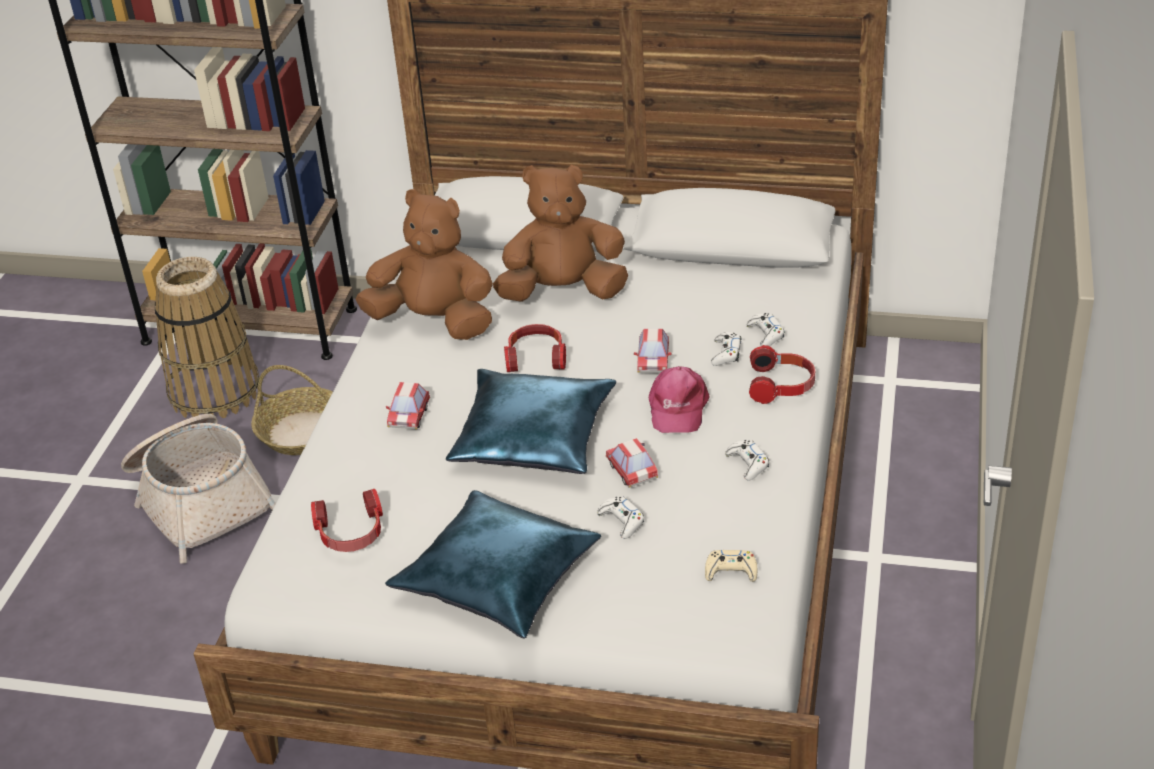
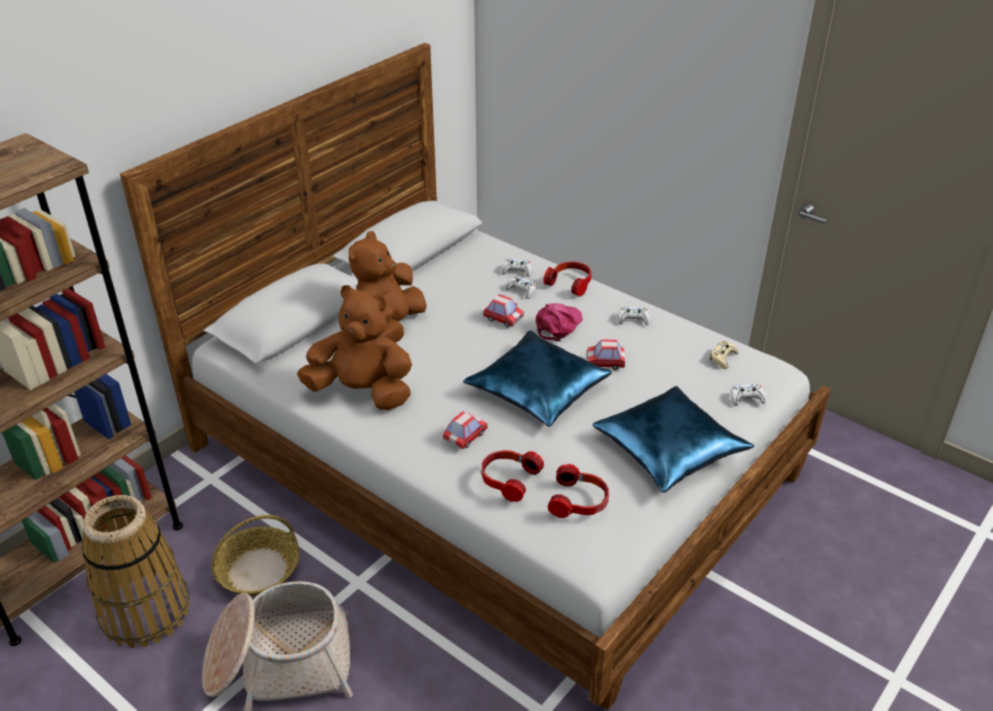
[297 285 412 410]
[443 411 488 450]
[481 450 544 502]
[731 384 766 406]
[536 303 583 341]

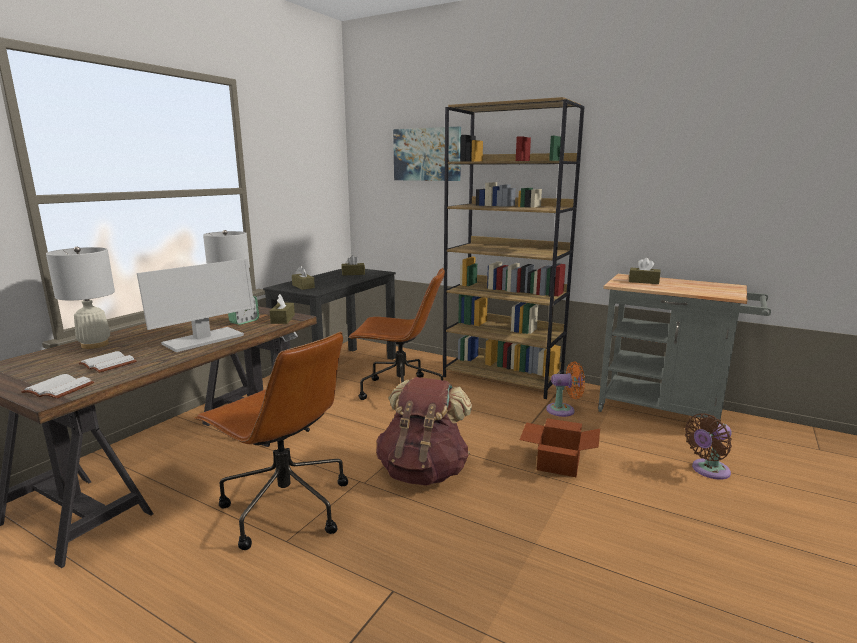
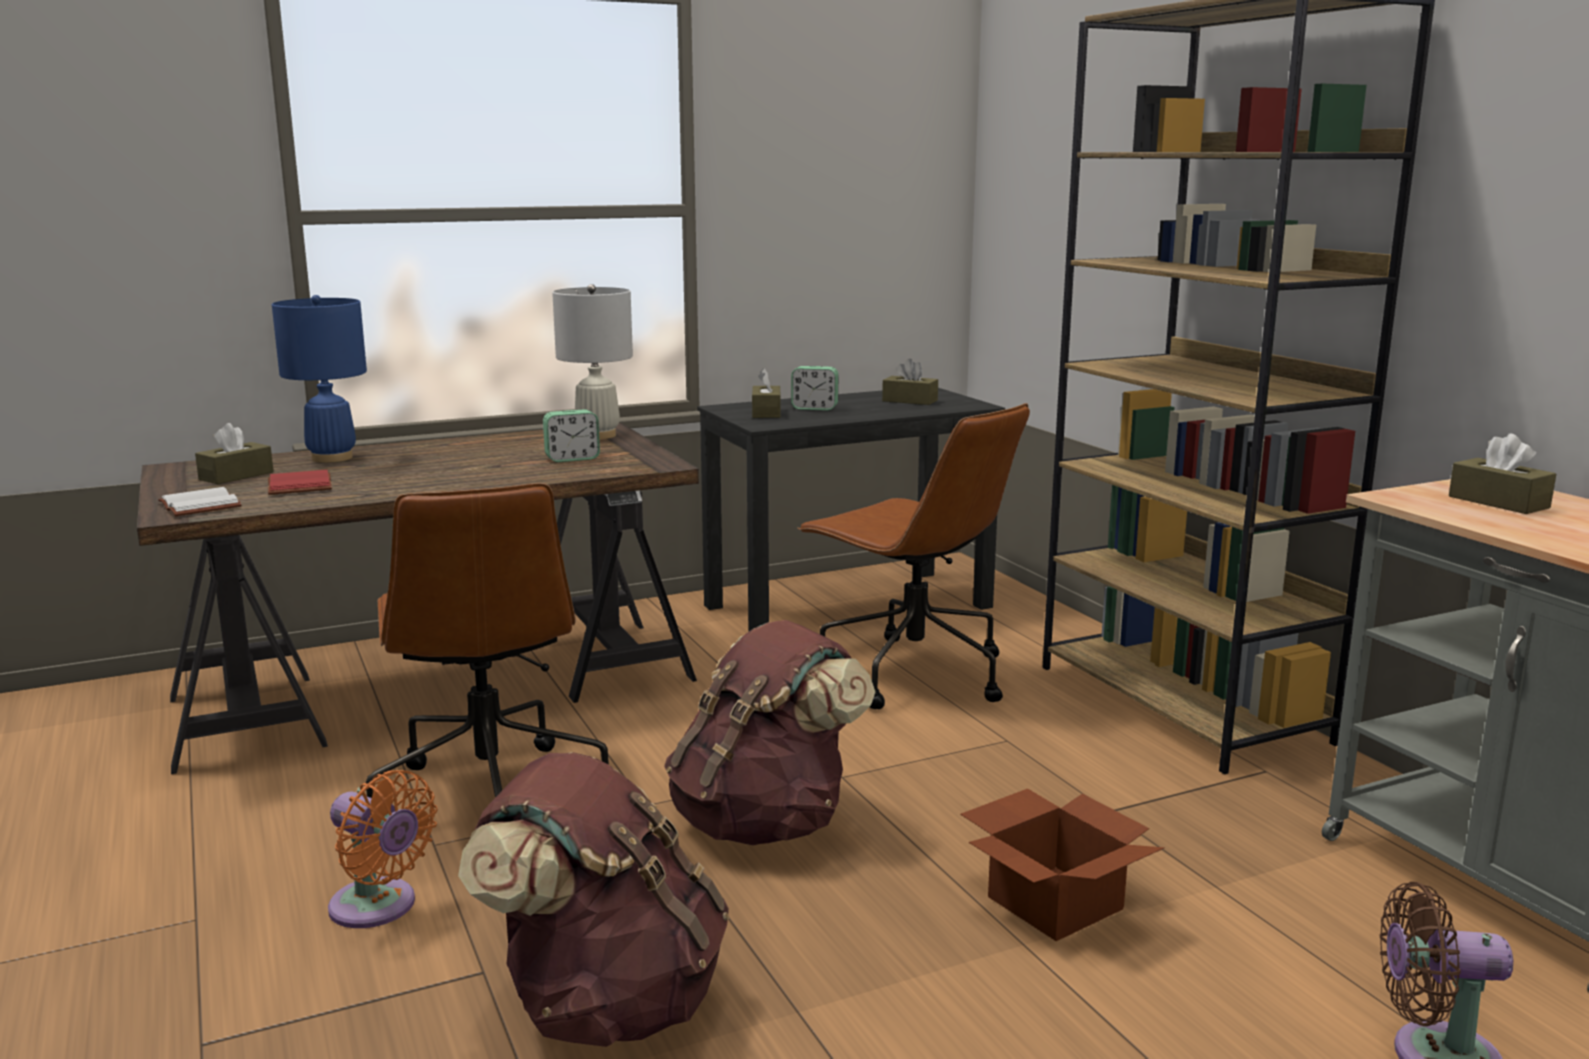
[272 295 367 463]
[268 470 332 495]
[137 259 255 352] (first image)
[195 423 274 484]
[393 127 461 181] (first image)
[328 770 438 928]
[458 752 729 1047]
[791 366 839 411]

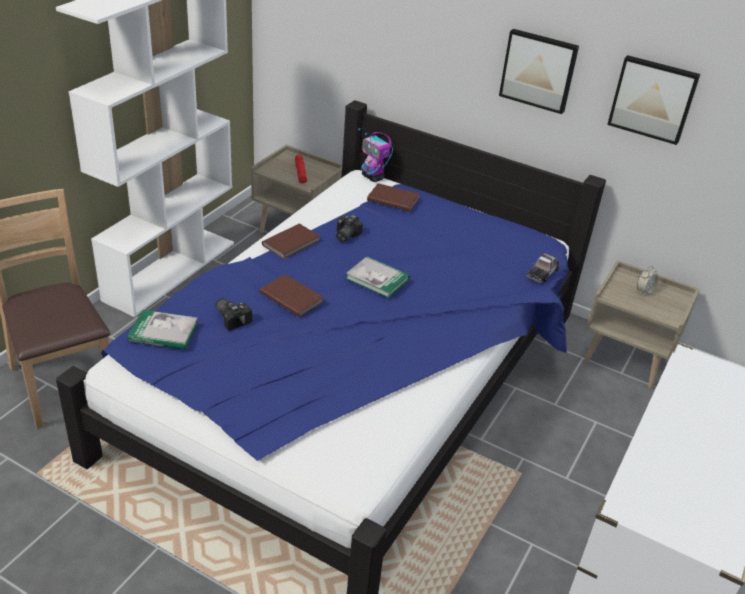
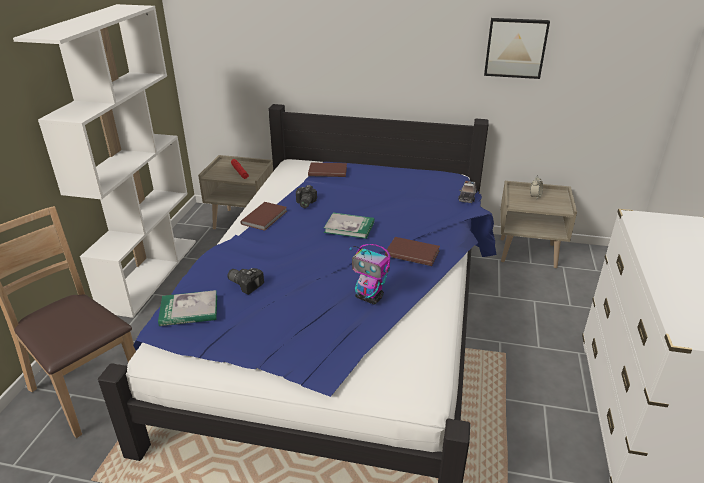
[385 237 440 266]
[349 244 391 304]
[499 29 579 114] (first image)

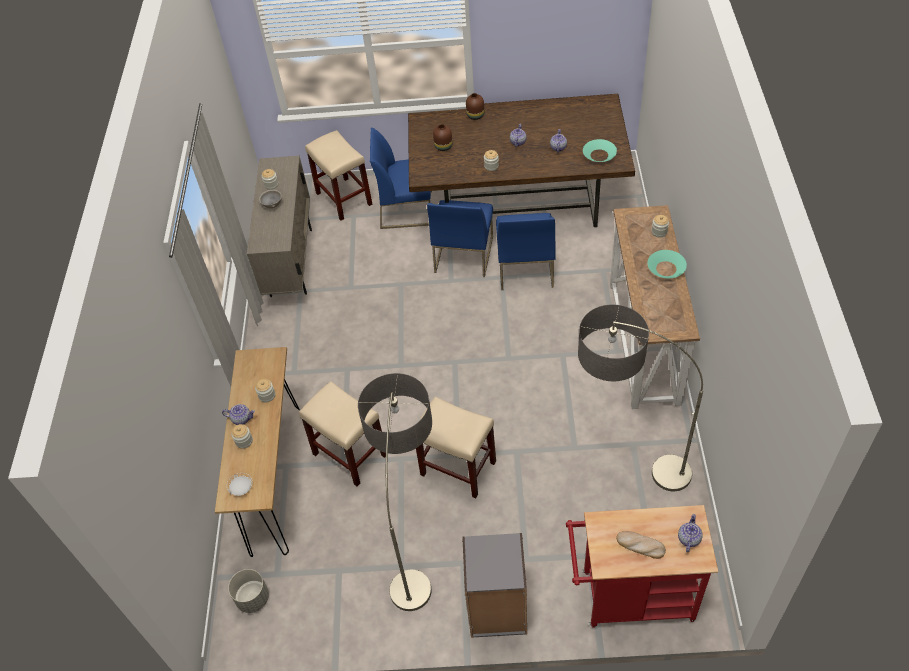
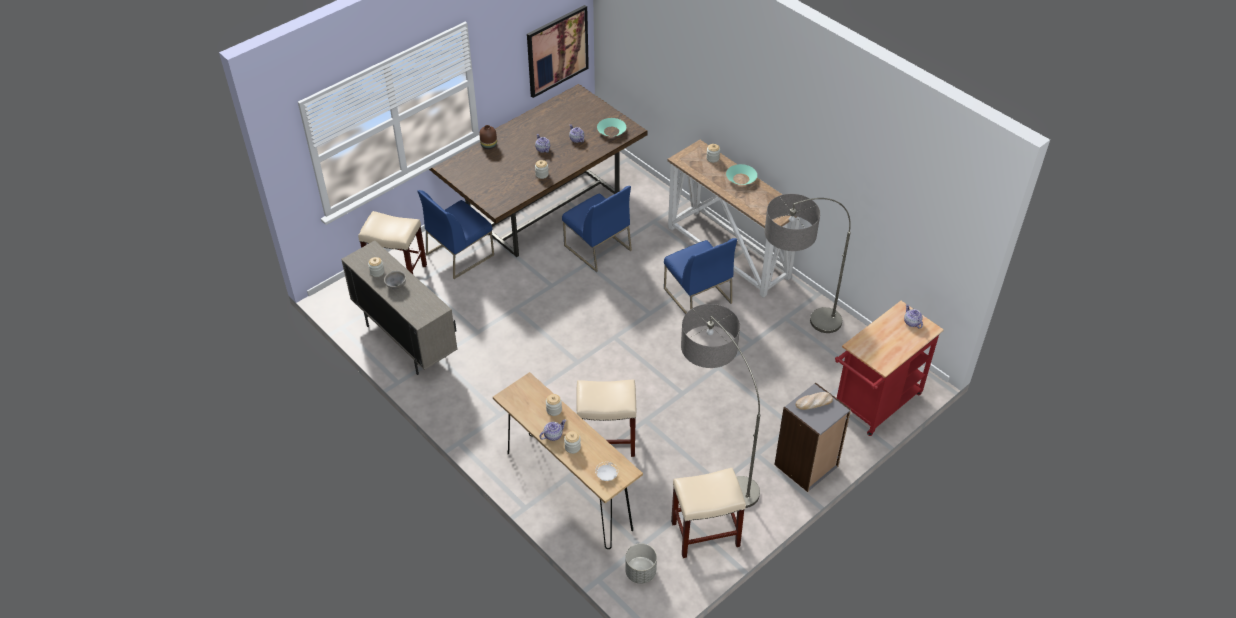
[671 468 746 559]
[664 238 737 314]
[433 124 452 151] (first image)
[795 392 833 410]
[527 5 589 98]

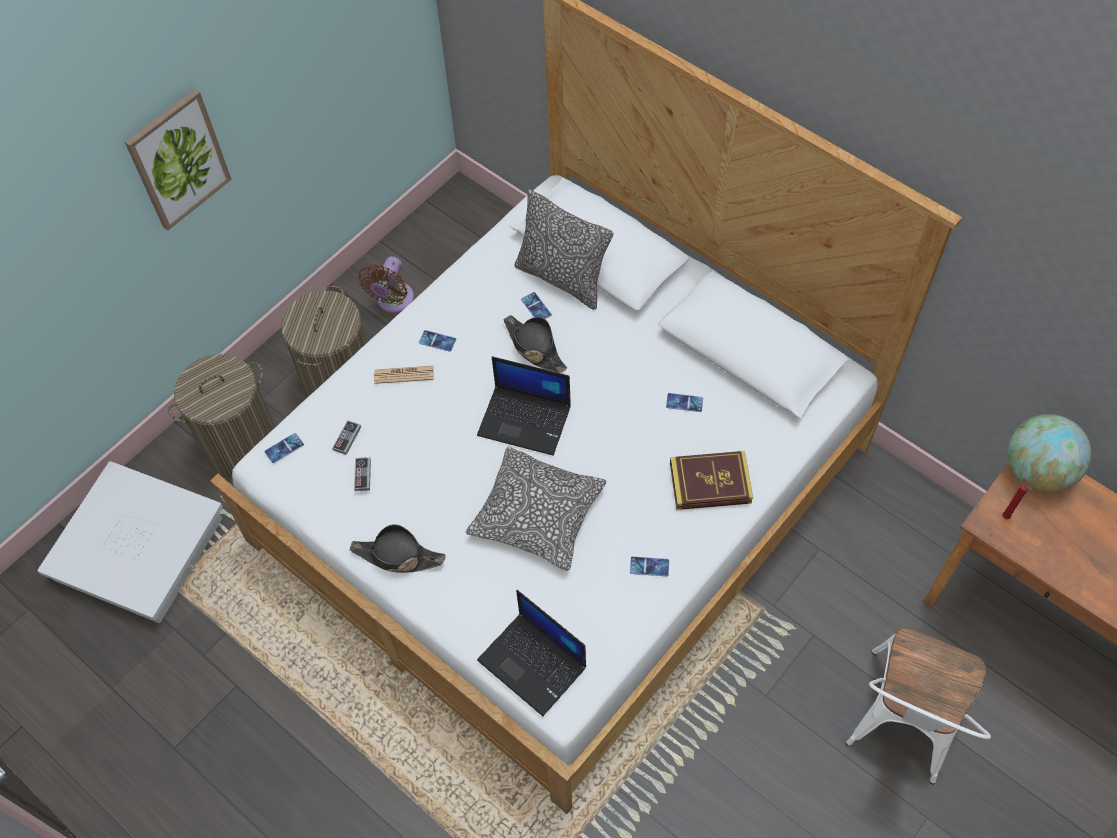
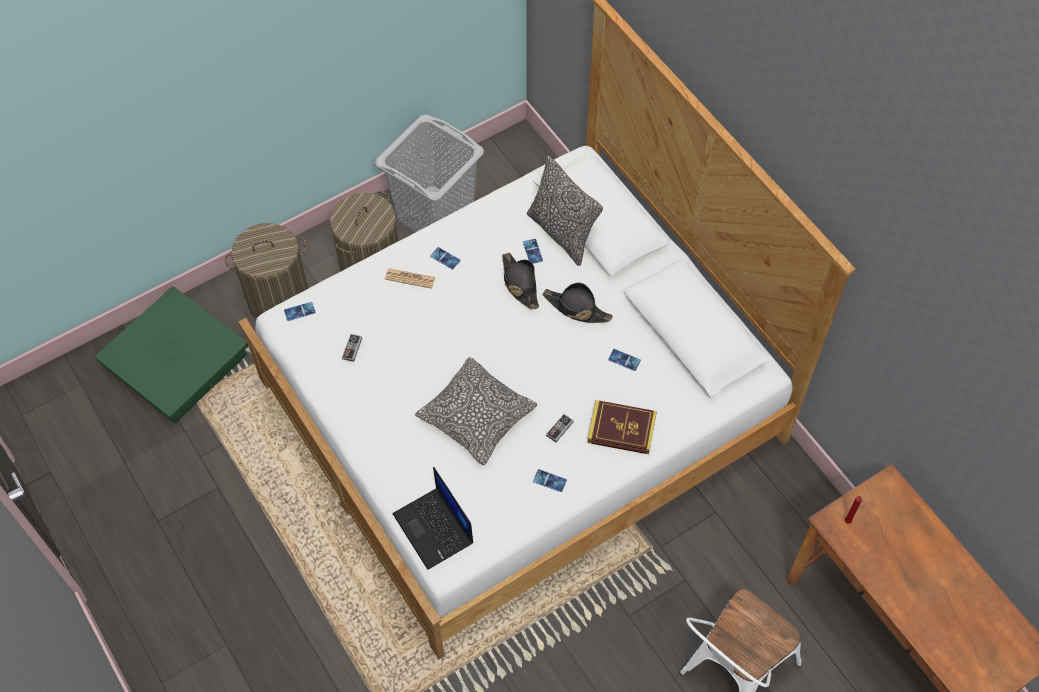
[95 286 248 423]
[125 89 232 230] (first image)
[546 414 574 443]
[543 283 613 323]
[375 115 484 232]
[477 356 571 456] (first image)
[1008 414 1091 493] (first image)

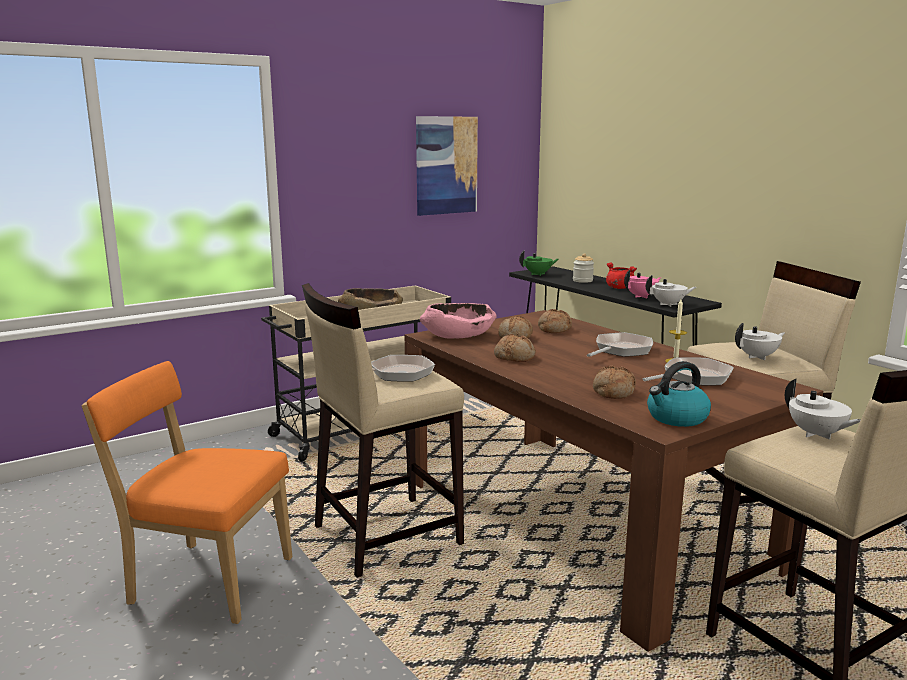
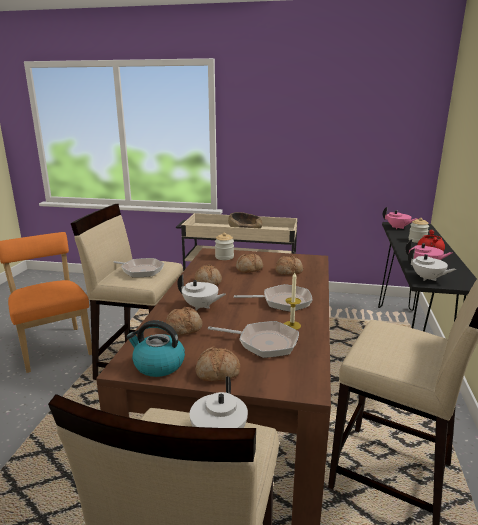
[416 116 478 216] (first image)
[215 233 234 260]
[383 206 418 229]
[177 274 226 311]
[196 346 240 382]

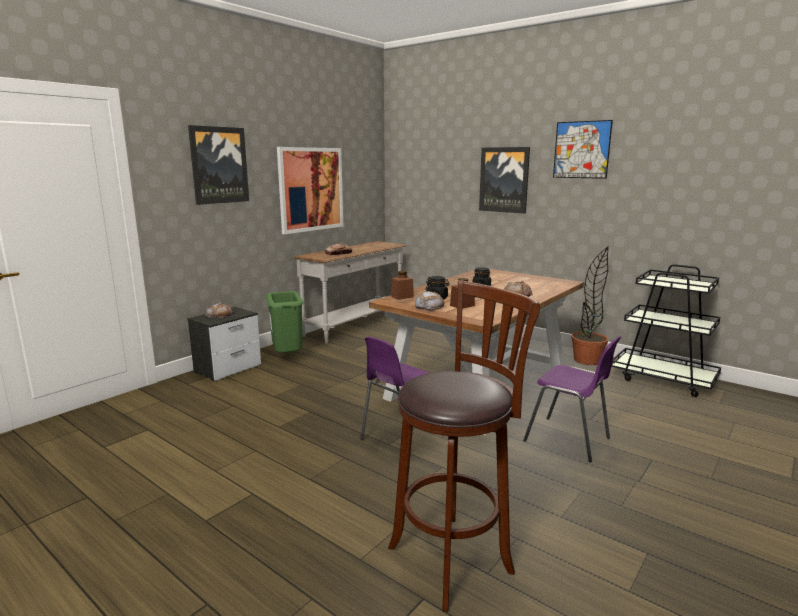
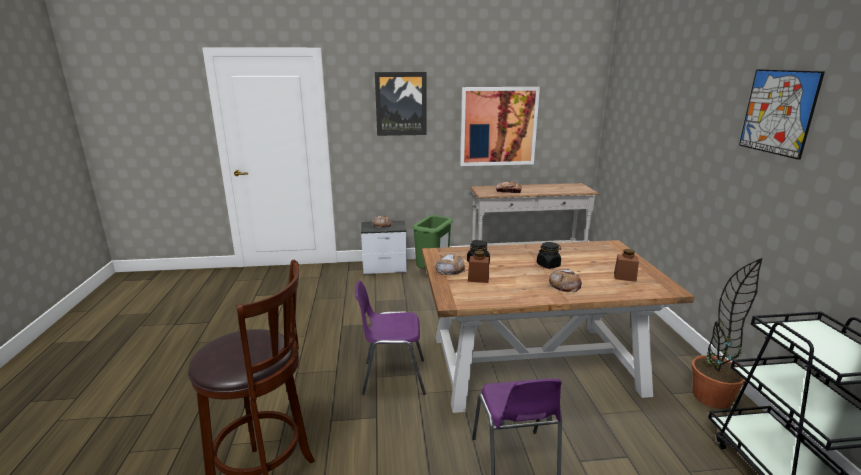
[614 249 639 282]
[479 147 530 214] (first image)

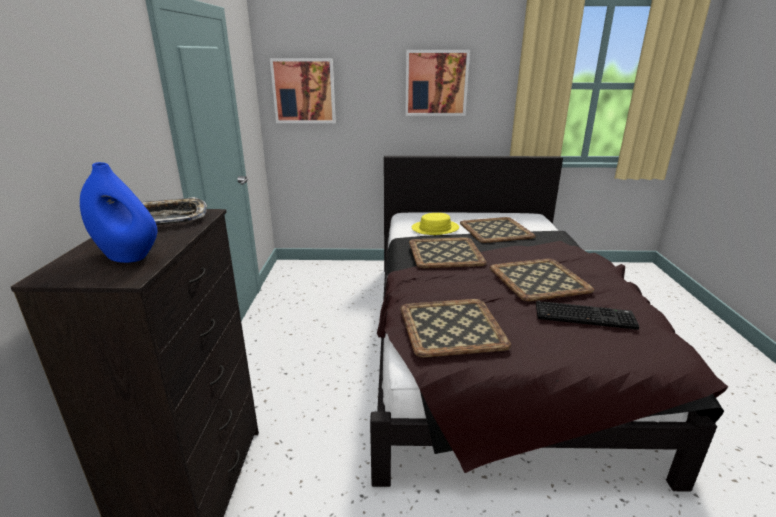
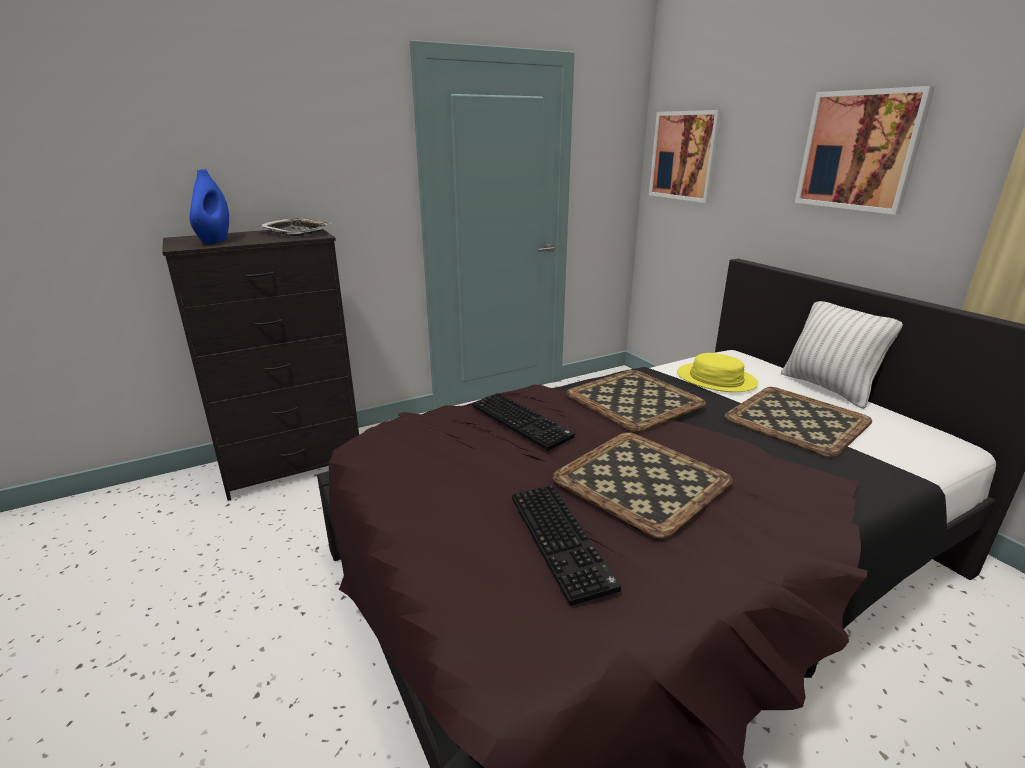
[400 299 511 358] (first image)
[472 393 575 451]
[781 301 903 409]

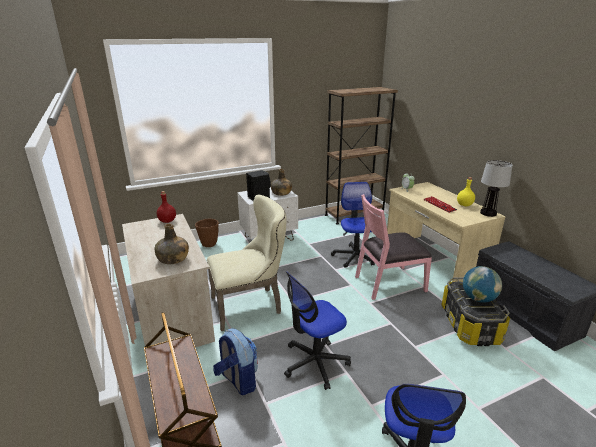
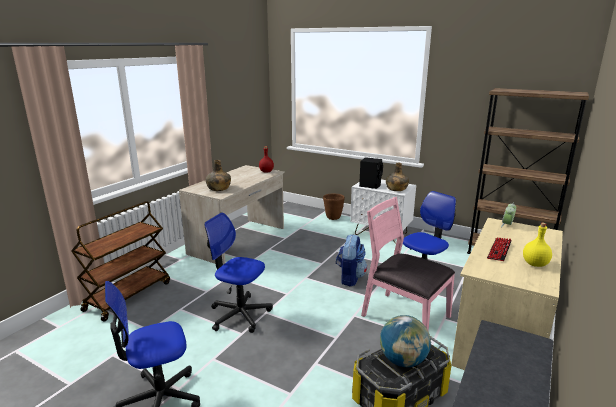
[207 195 286 331] (first image)
[336 234 367 286]
[480 160 512 217] (first image)

